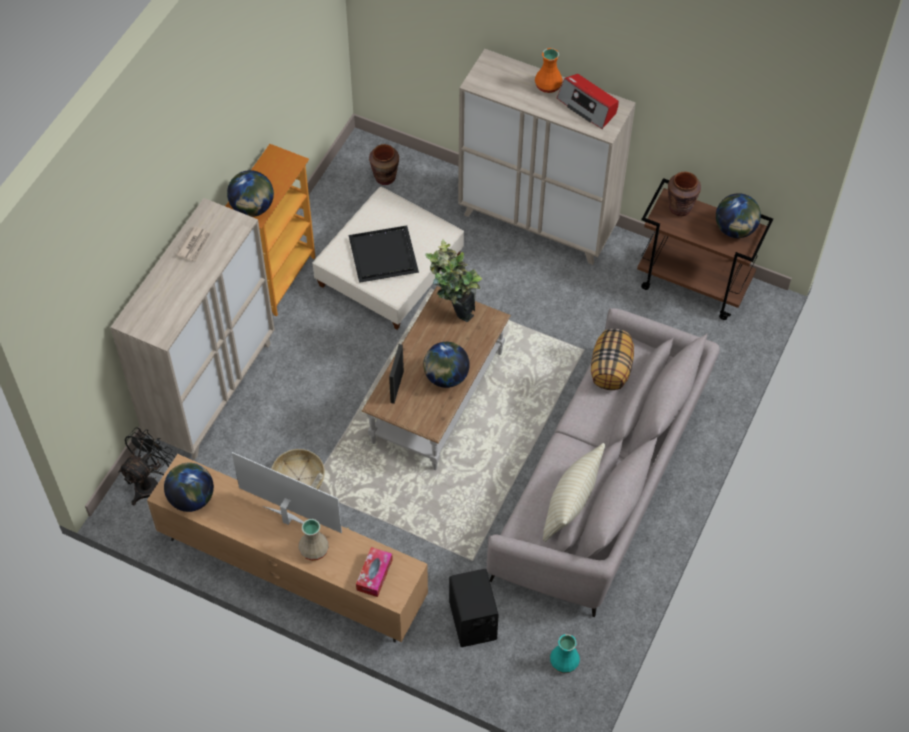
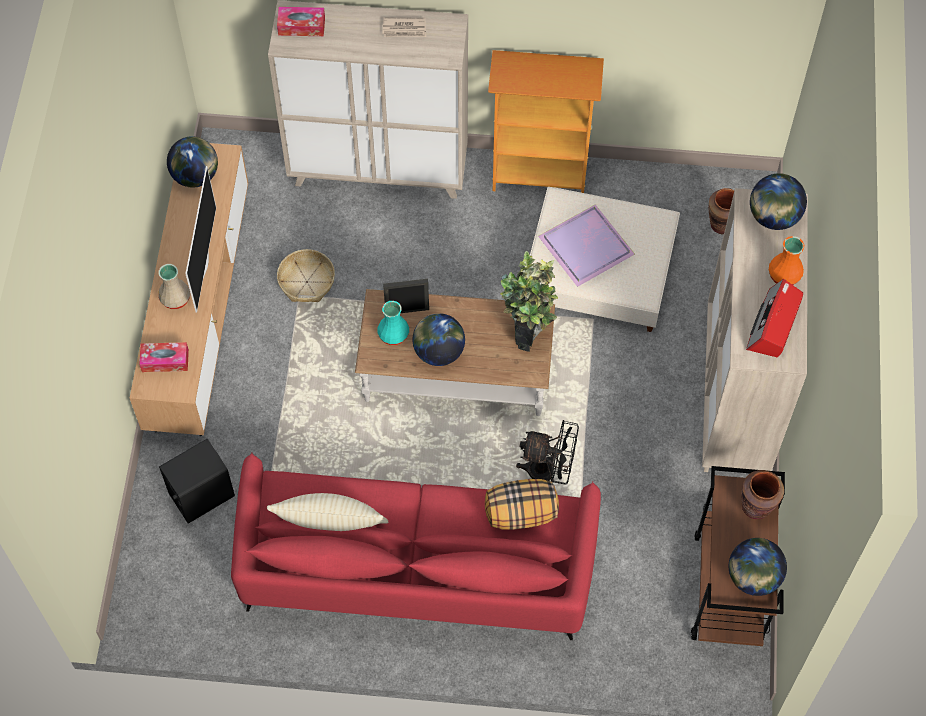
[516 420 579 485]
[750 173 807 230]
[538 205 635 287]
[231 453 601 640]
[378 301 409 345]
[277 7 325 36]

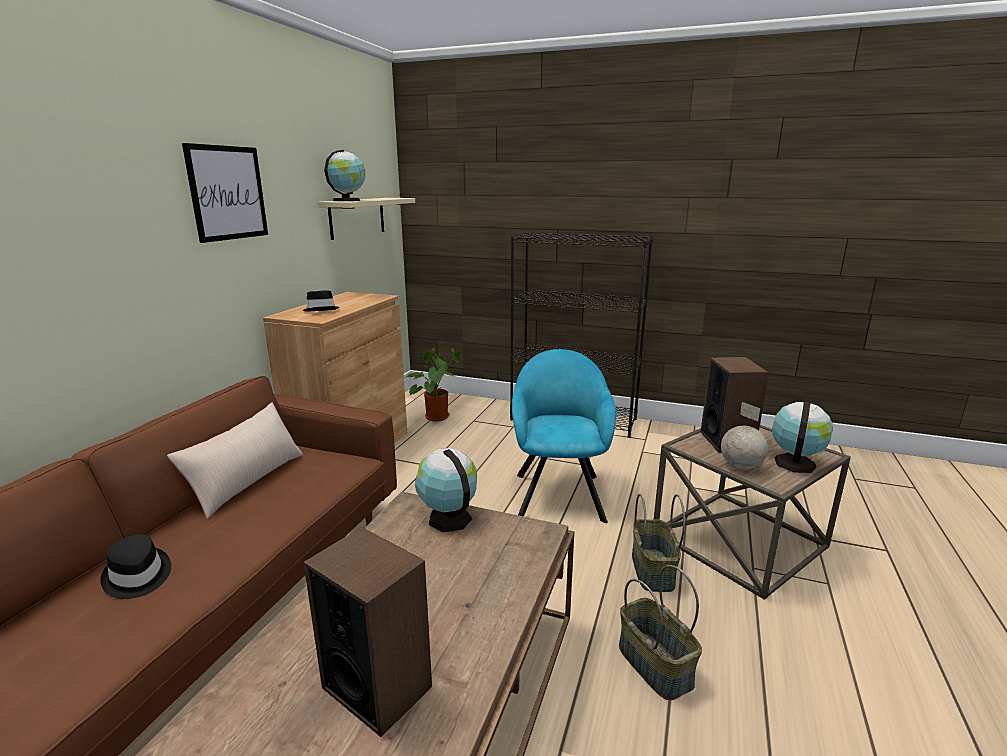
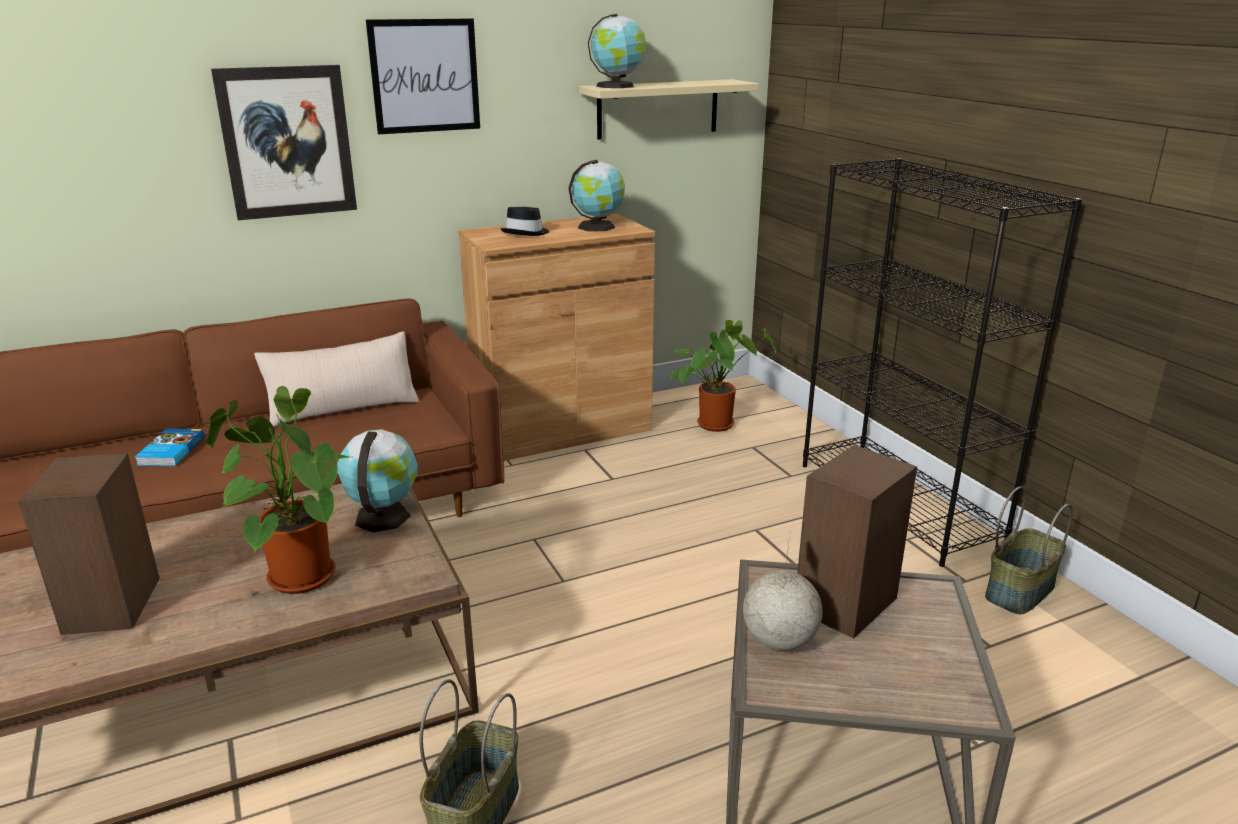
[135 429 205 466]
[512 349 616 523] (first image)
[985 486 1073 614]
[569 160 625 231]
[206 386 349 594]
[211 65 357 220]

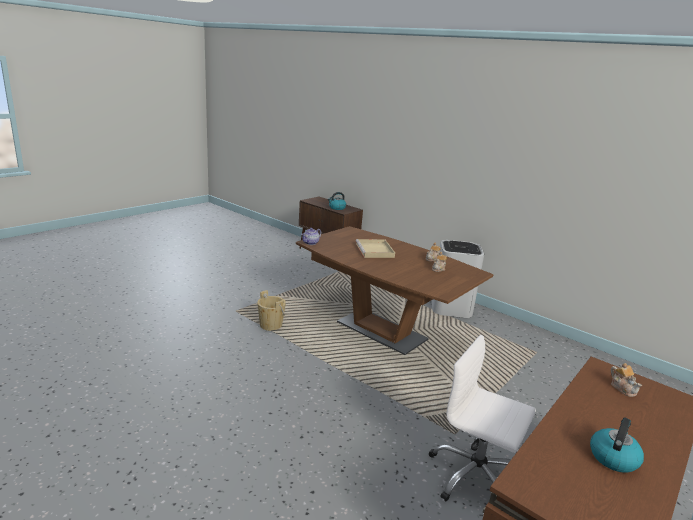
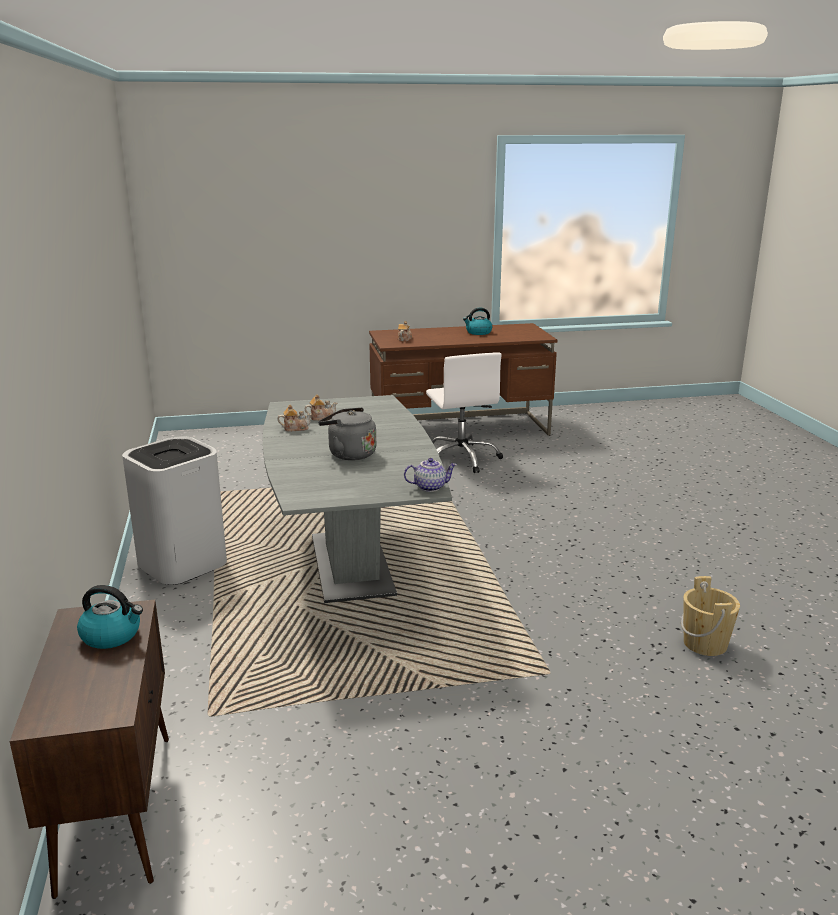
[681 576 740 656]
[262 395 452 603]
[318 407 376 460]

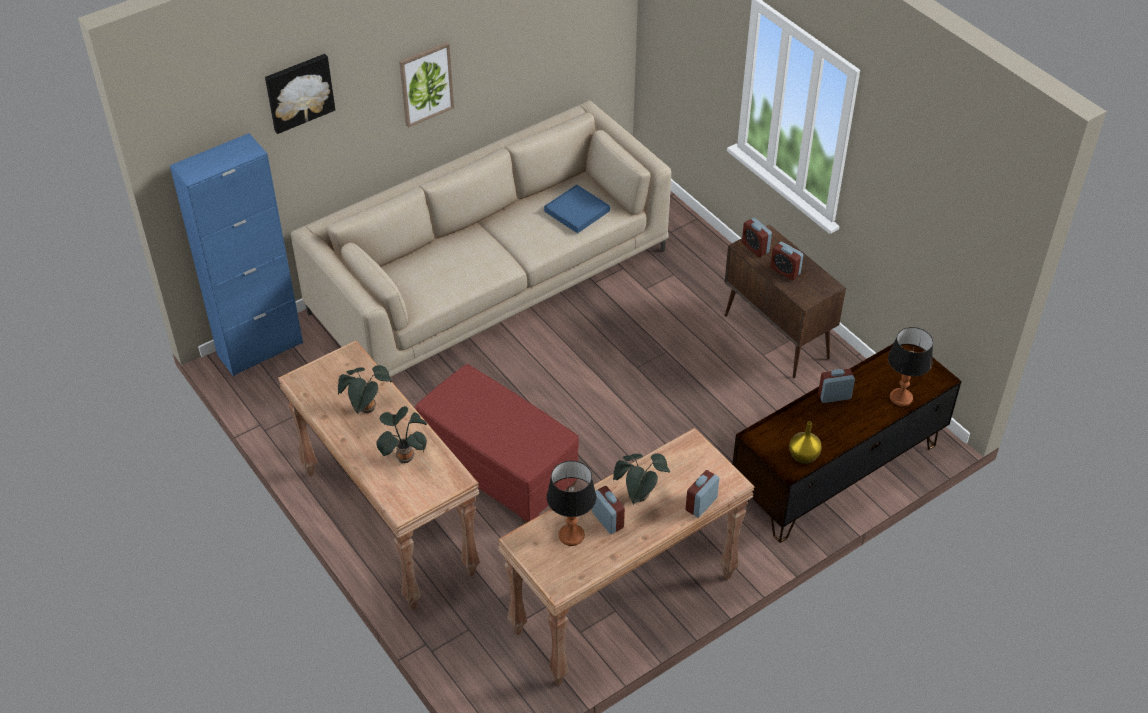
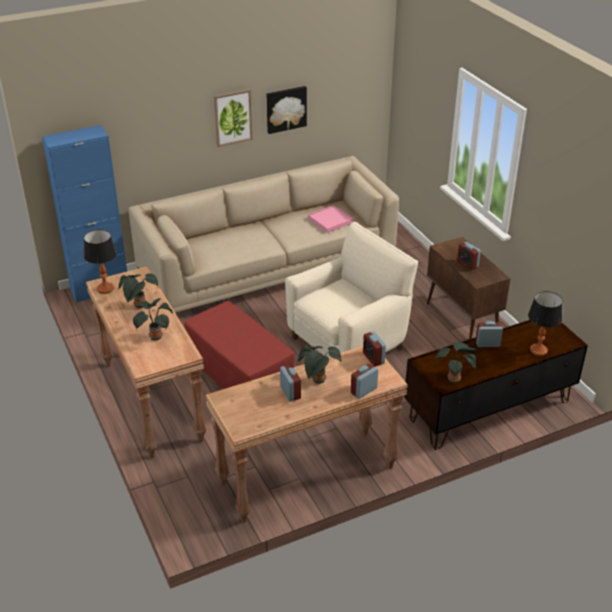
[267 86 307 134]
[308 205 354 233]
[84 229 117 294]
[363 331 386 367]
[435 341 476 383]
[285 222 418 357]

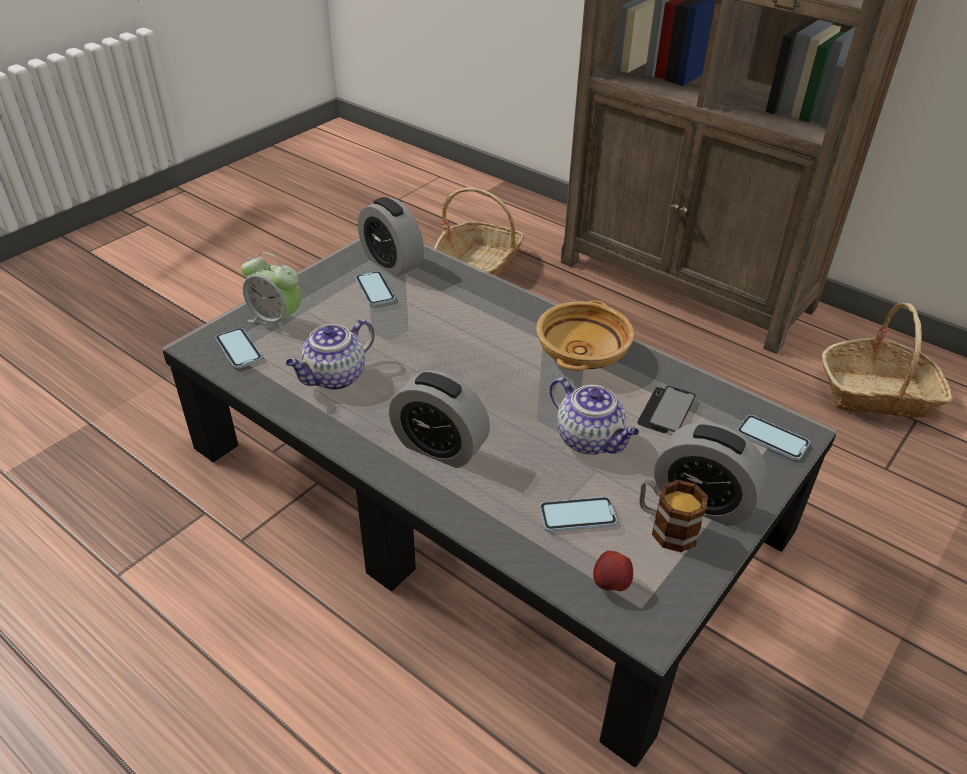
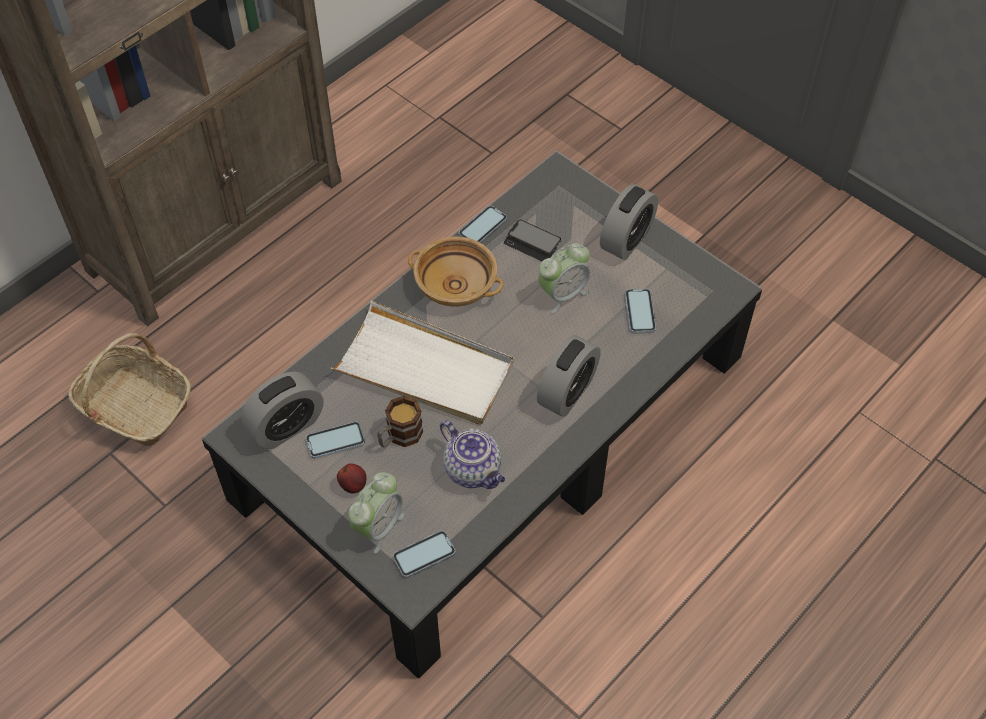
[538 243 590 313]
[337 464 366 493]
[377 396 423 447]
[459 206 507 243]
[822 303 953 418] (first image)
[331 301 514 425]

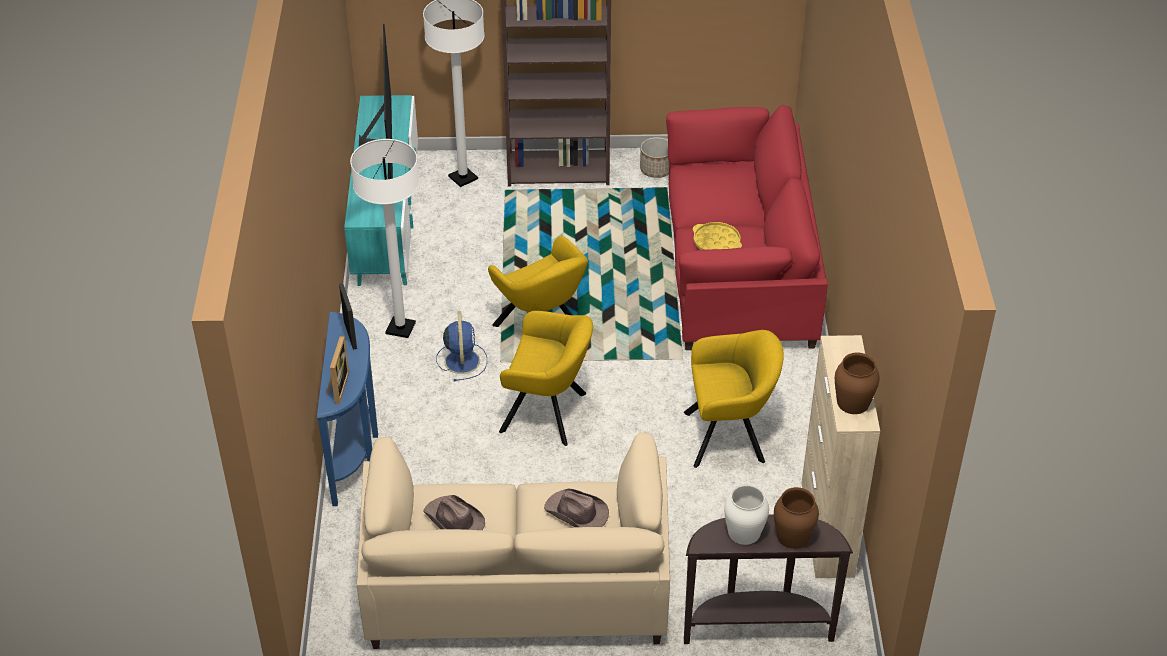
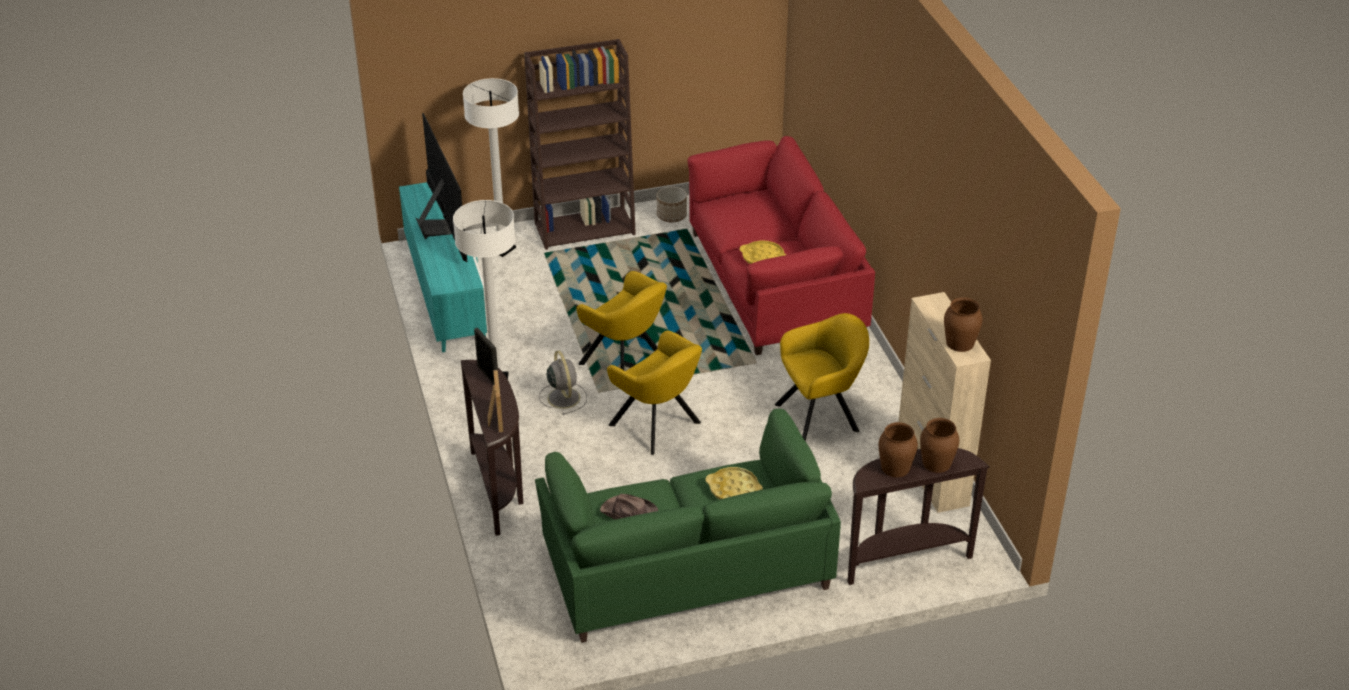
[461 360 523 536]
[535 409 841 643]
[539 351 587 415]
[607 331 702 455]
[705 467 763 499]
[878 422 918 477]

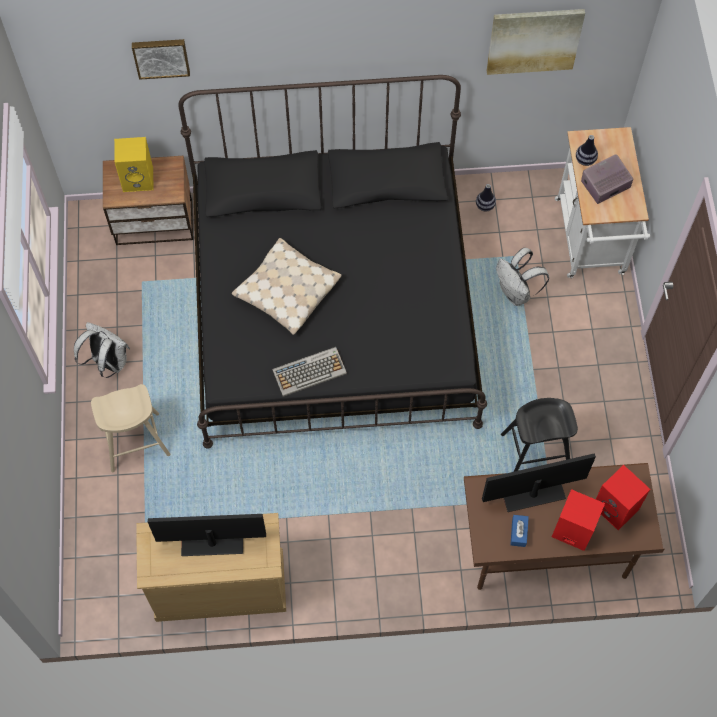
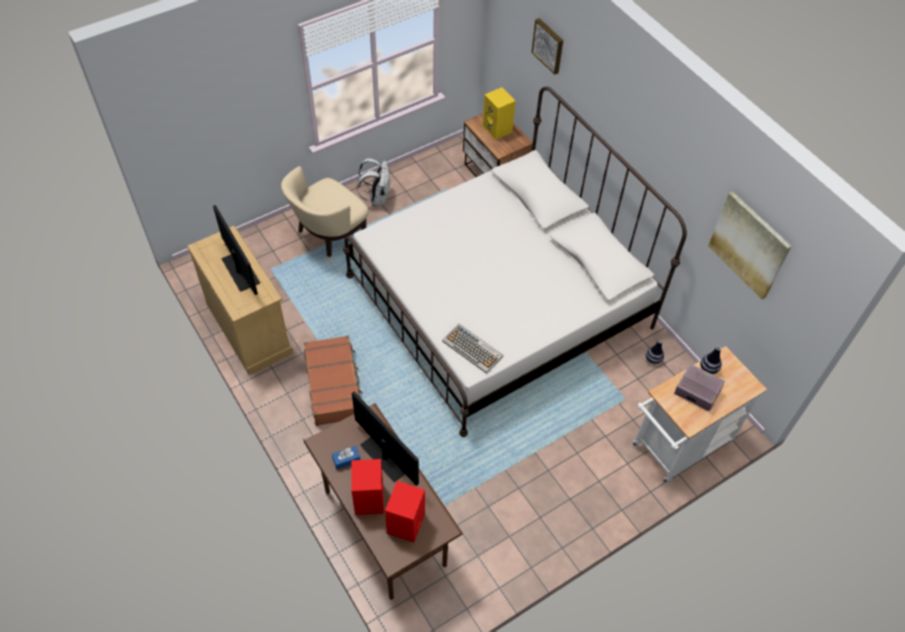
[281 166 369 261]
[343 86 687 437]
[232 238 342 335] (first image)
[442 323 503 374]
[496 248 549 306] (first image)
[501 398 578 472] (first image)
[304 335 363 426]

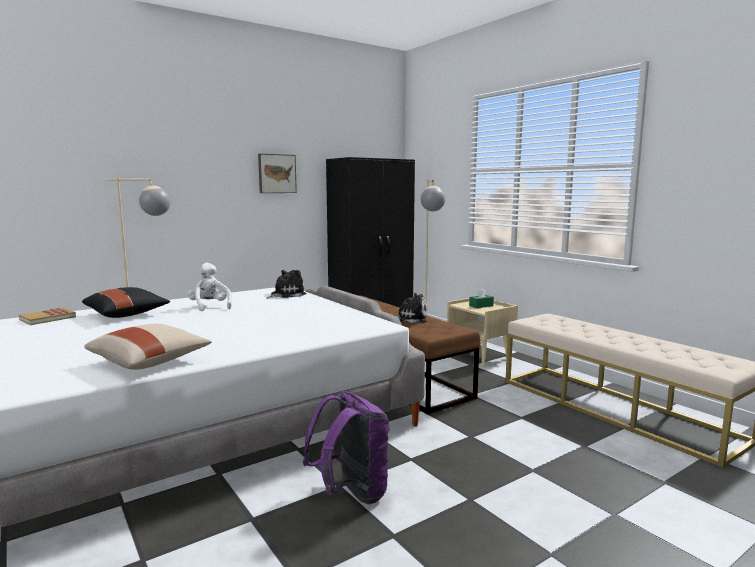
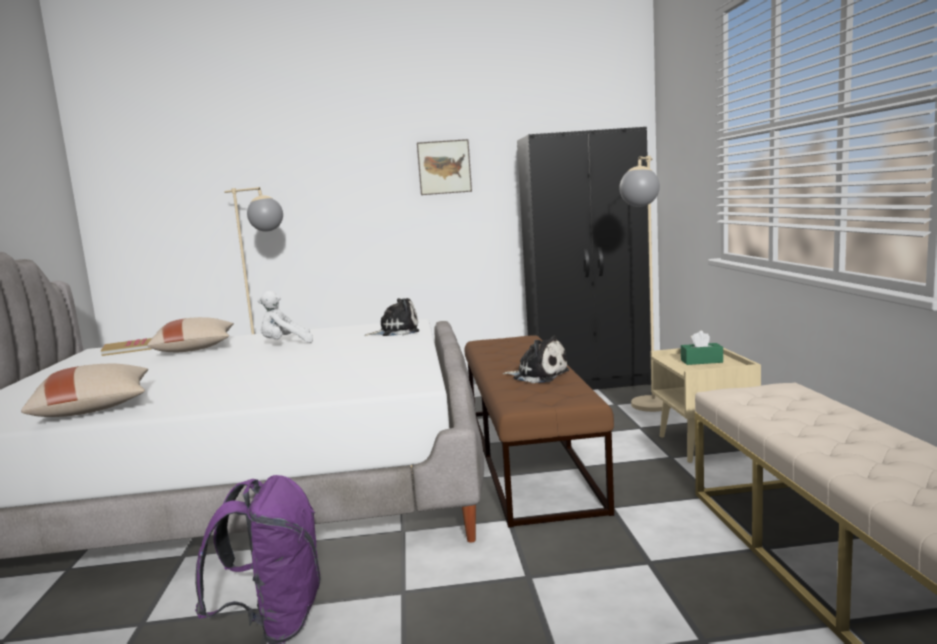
[147 317 234 352]
[257 291 313 343]

